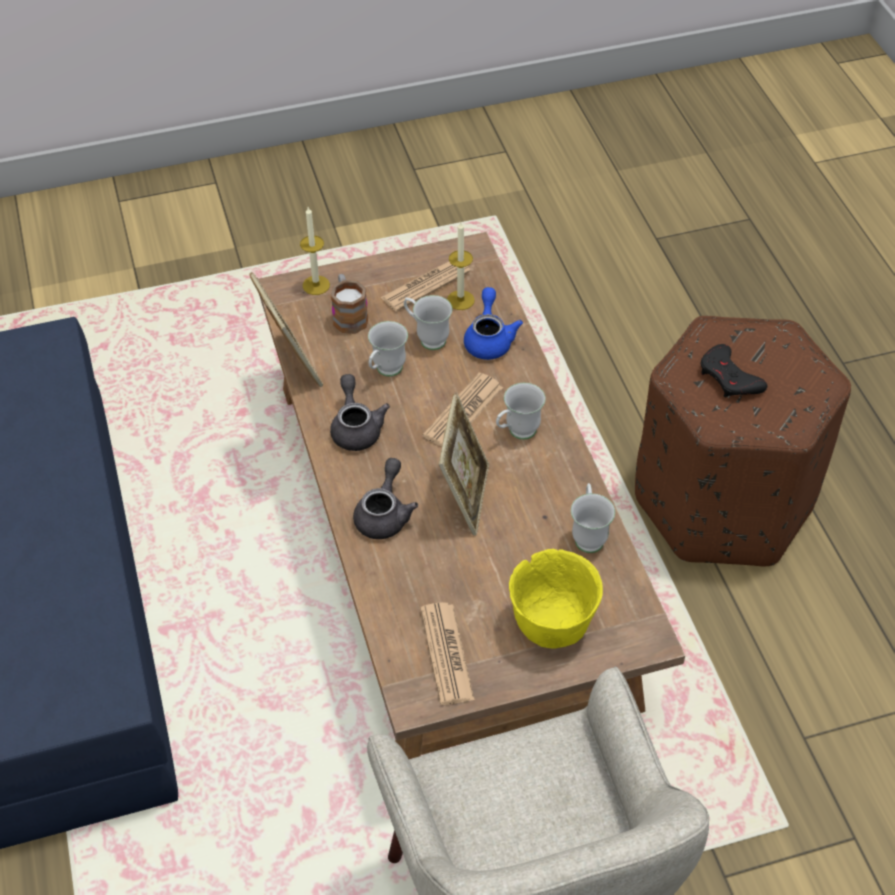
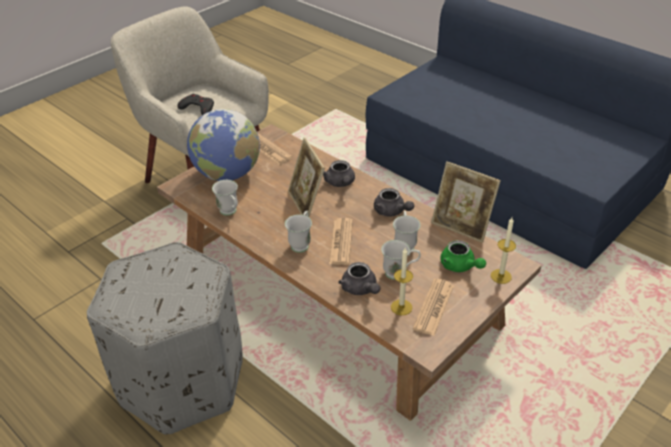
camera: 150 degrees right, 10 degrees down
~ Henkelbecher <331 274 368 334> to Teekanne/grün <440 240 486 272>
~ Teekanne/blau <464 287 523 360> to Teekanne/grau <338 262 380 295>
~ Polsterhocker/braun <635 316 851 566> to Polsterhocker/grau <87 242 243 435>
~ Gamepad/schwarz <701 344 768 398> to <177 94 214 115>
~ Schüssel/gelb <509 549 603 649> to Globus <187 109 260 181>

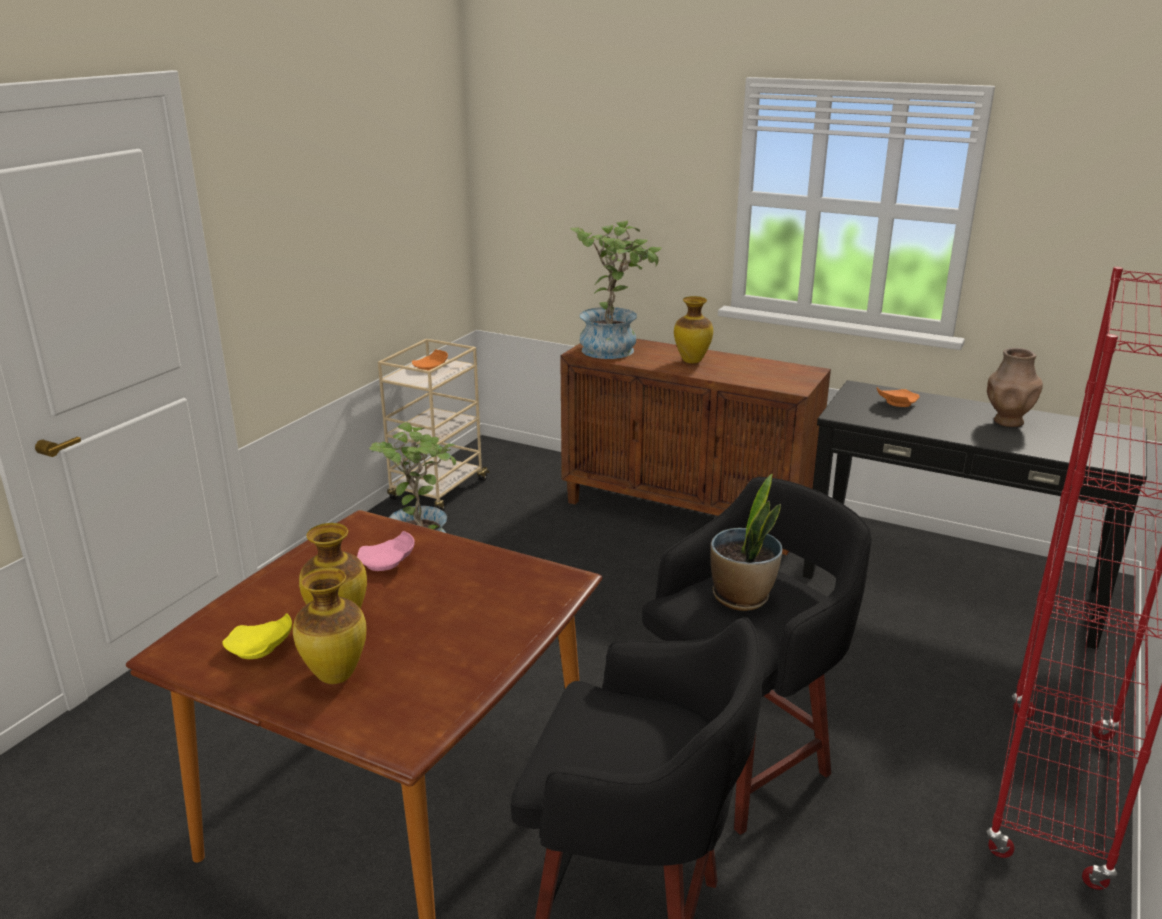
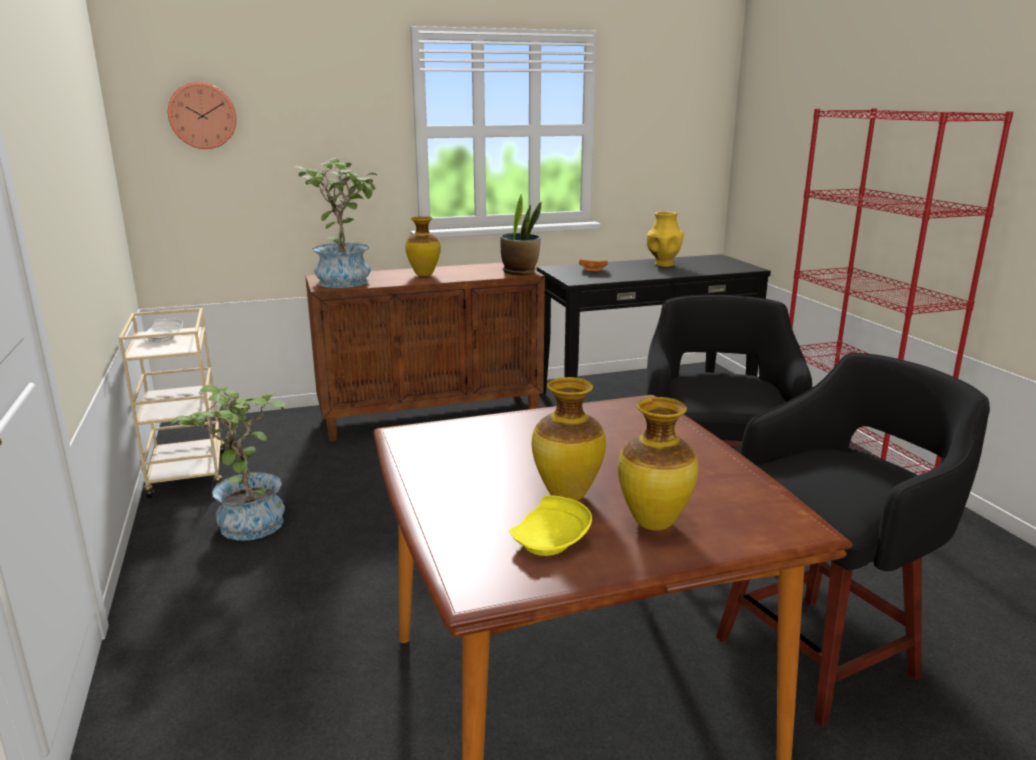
camera: 45 degrees left, 5 degrees down
~ Vase/braun <987 348 1043 427> to Vase/gelb <647 211 684 267>
~ Teller/orange <412 350 448 371> to Teller/weiß <140 319 183 343>
~ Topfpflanze <710 474 782 611> to <500 195 542 275>
- Teller/rosa <357 531 414 571>
+ Wanduhr <168 82 236 149>

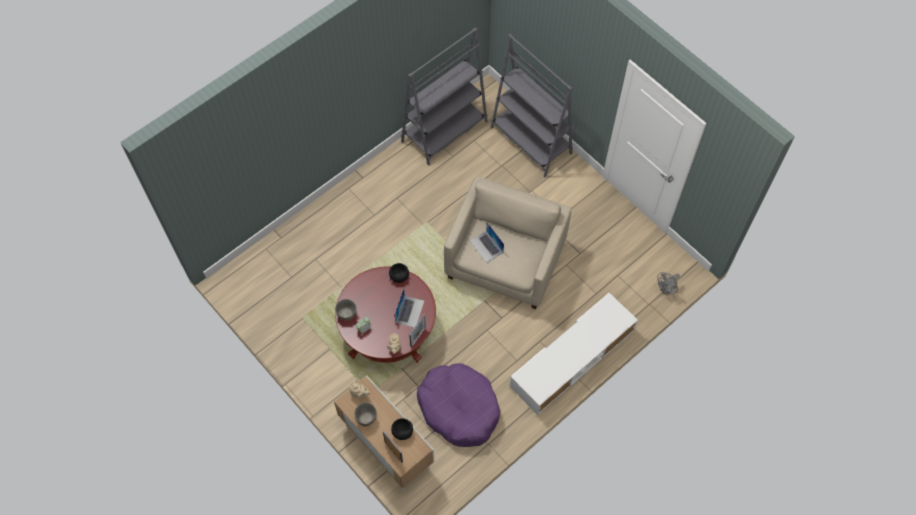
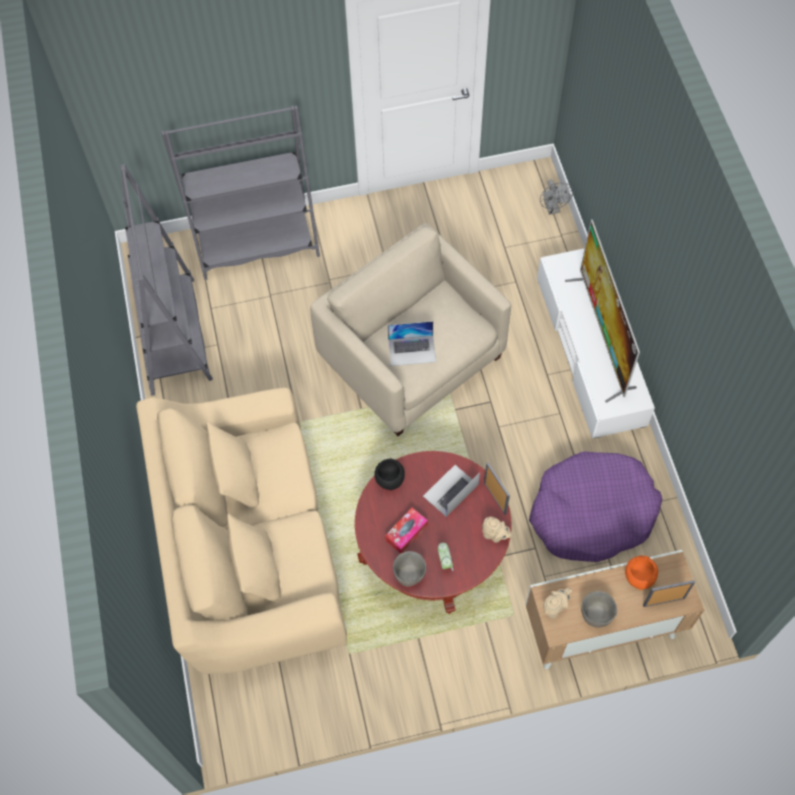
camera: 60 degrees left, 0 degrees up
~ Laptop <395 288 424 327> = <423 465 480 517> 90 degrees counterclockwise
~ Schüssel/schwarz <391 418 413 440> to Schüssel/orange <625 556 658 590>
+ Fernseher <565 219 640 403>
+ Sofa/beige <136 388 347 674>
+ Taschentuchbox <385 508 428 553>

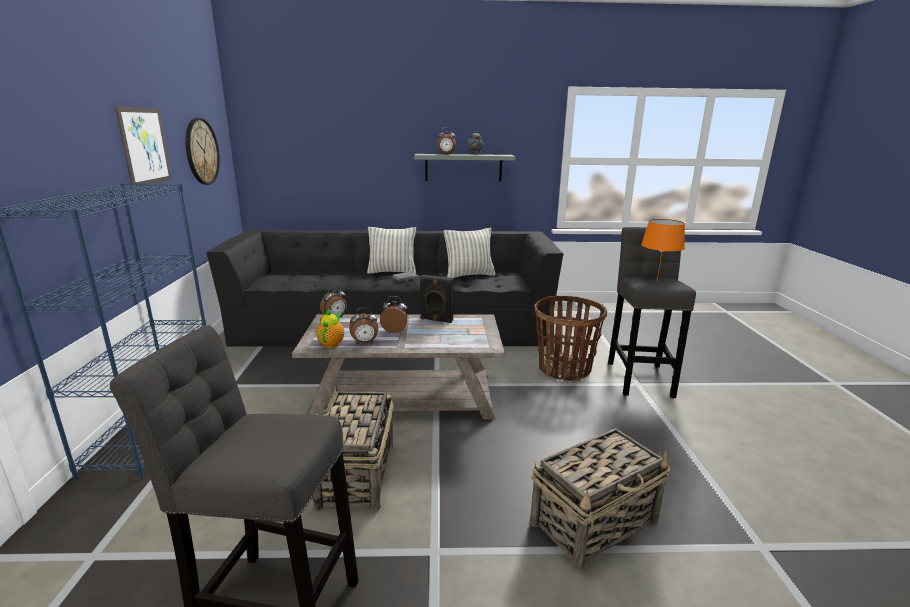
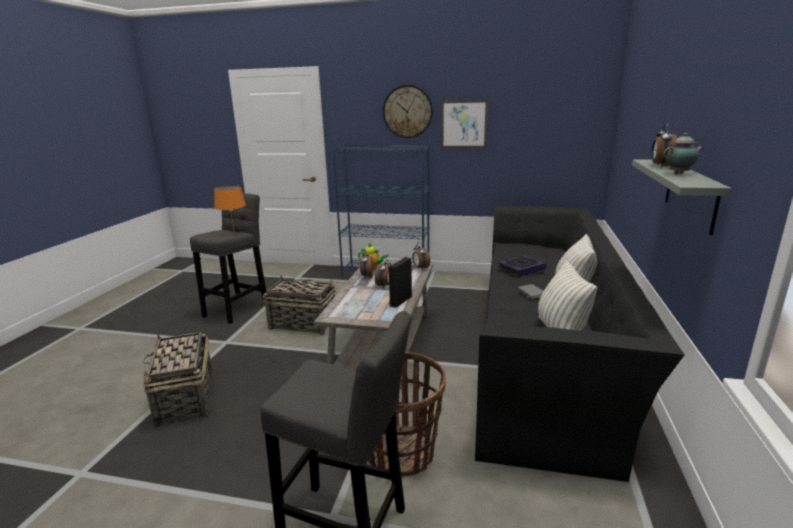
camera: 105 degrees right, 0 degrees up
~ Wanduhr <185 118 220 185> to <383 85 433 138>
~ Tischlampe/orange <641 219 685 281> to <214 185 246 229>
+ Buch <498 256 547 277>

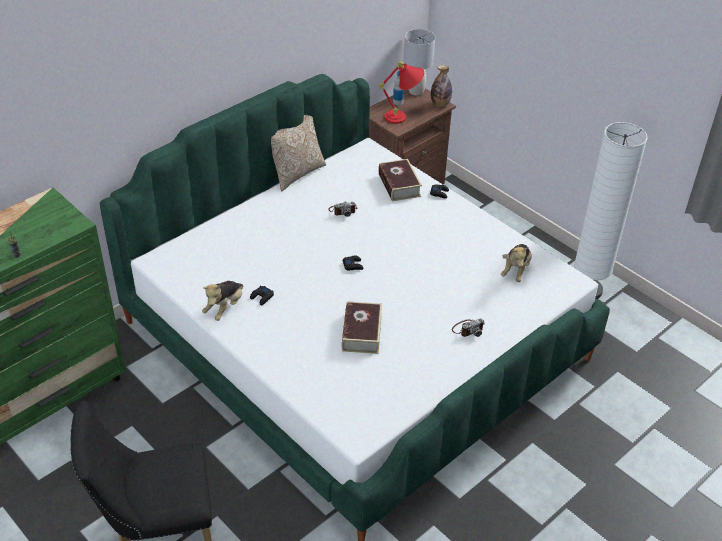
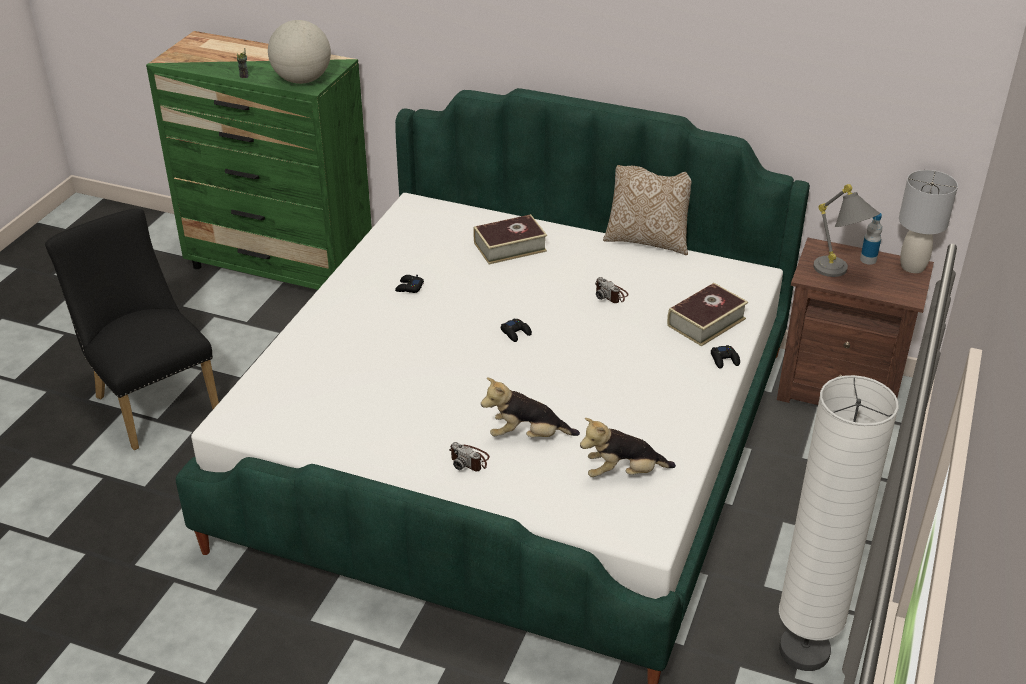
camera: 65 degrees right, 5 degrees down
~ Tischlampe/rot <379 61 424 124> to Tischlampe/grau <813 184 880 277>
- Flasche <431 65 452 107>
~ Plüschtier <202 281 243 321> to <481 378 580 437>
~ Buch <342 301 382 354> to <473 214 547 265>
+ Globus <268 20 331 84>

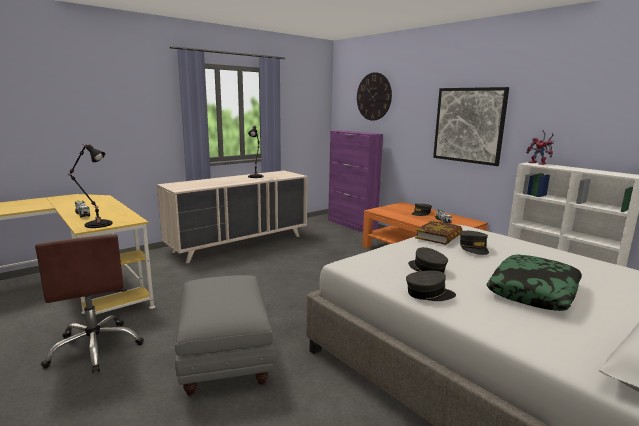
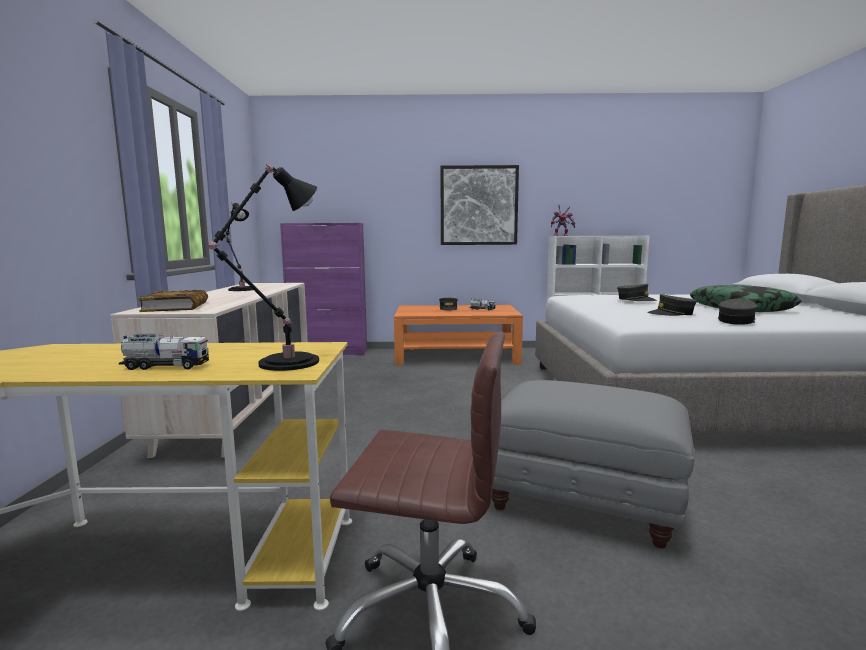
camera: 50 degrees left, 5 degrees down
- Wanduhr <357 72 392 121>
~ Buch <415 220 463 245> to <138 290 208 312>

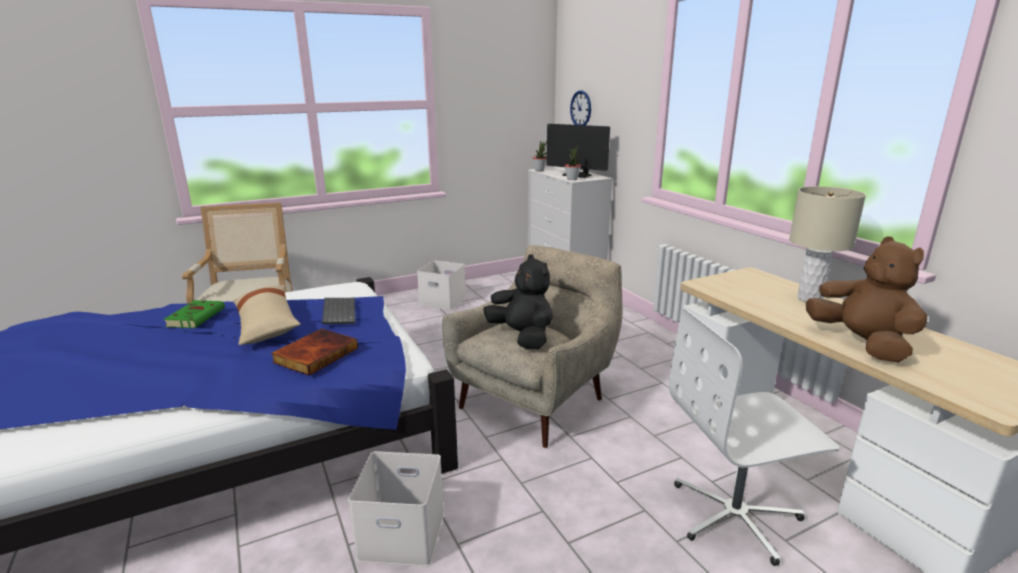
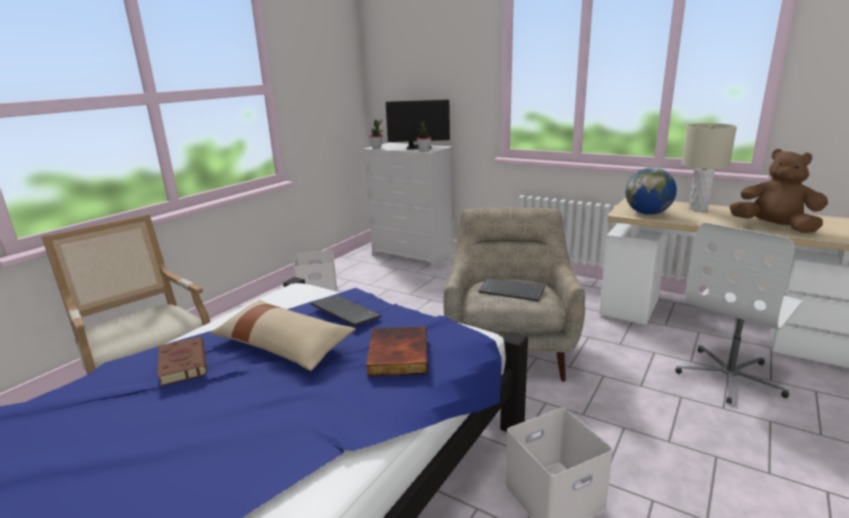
camera: 30 degrees left, 0 degrees up
- Wanduhr <570 90 591 125>
~ Plüschtier/schwarz <483 254 553 349> to Tastatur <478 278 545 302>
~ Buch/grün <163 300 225 329> to Buch/braun <157 337 207 386>
+ Globus <625 167 677 215>

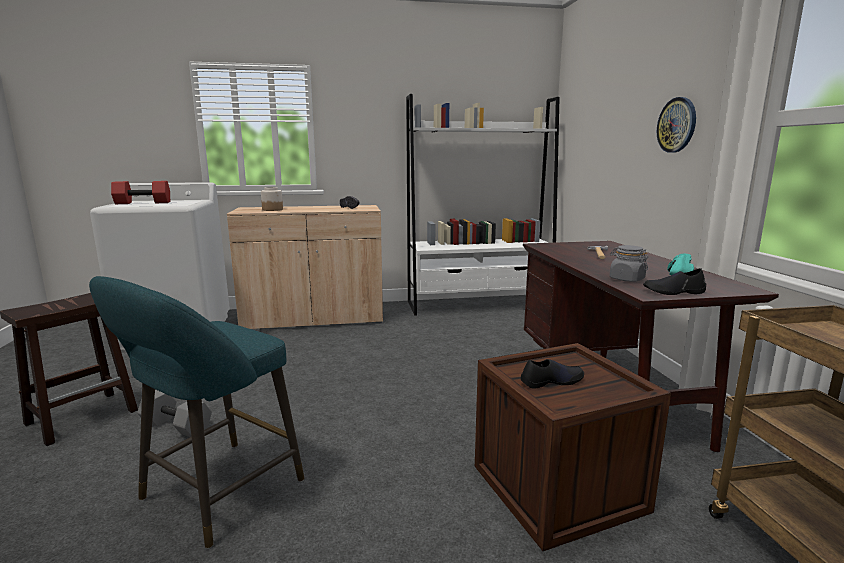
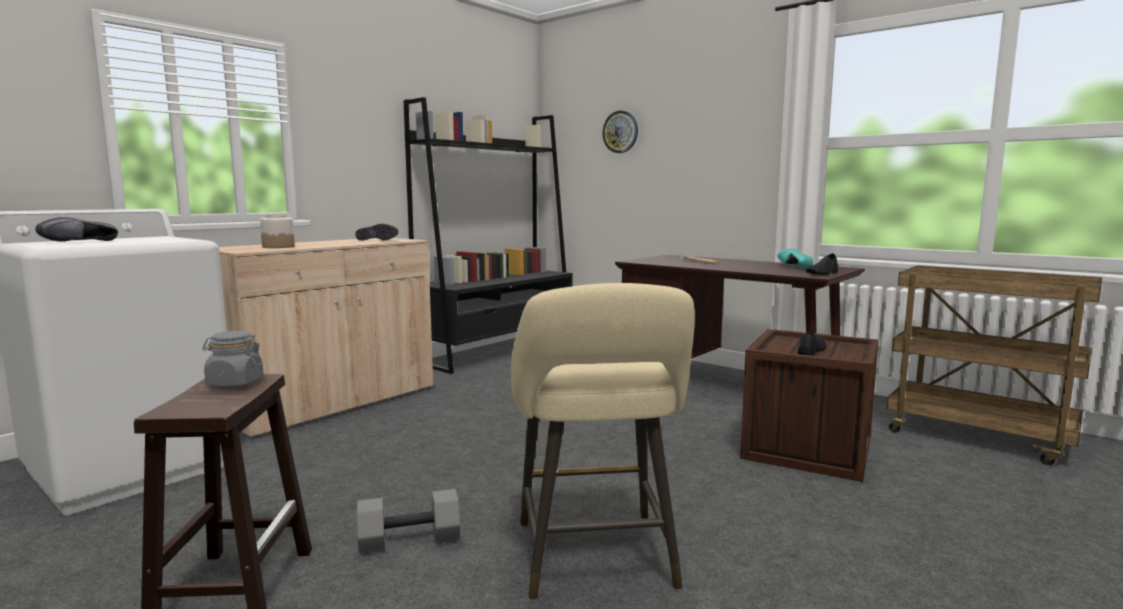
camera: 40 degrees left, 5 degrees down
~ Bücherregal/weiß <406 94 560 316> to Bücherregal/schwarz <404 97 572 374>
~ Wanduhr <657 97 696 153> to <602 111 638 153>
~ Hantel/rot <111 181 170 204> to Schuh/schwarz <35 217 118 242>
~ Vorratsglas/grau <610 245 648 282> to <202 331 264 387>
~ Hocker/türkis <89 276 304 549> to Hocker/beige <511 283 695 601>

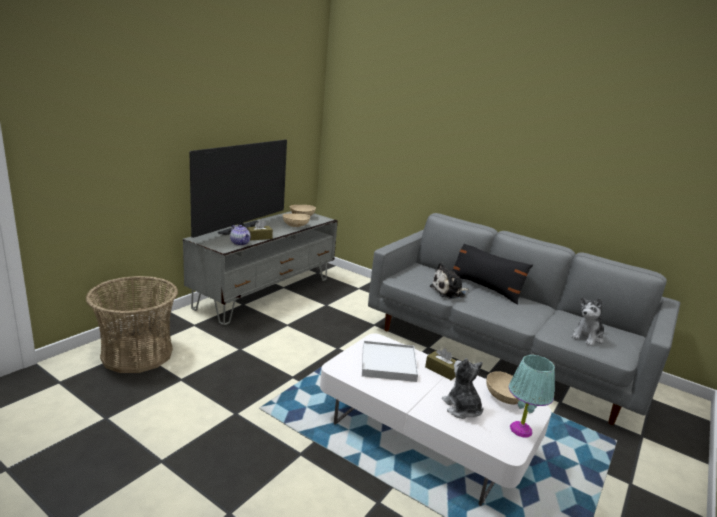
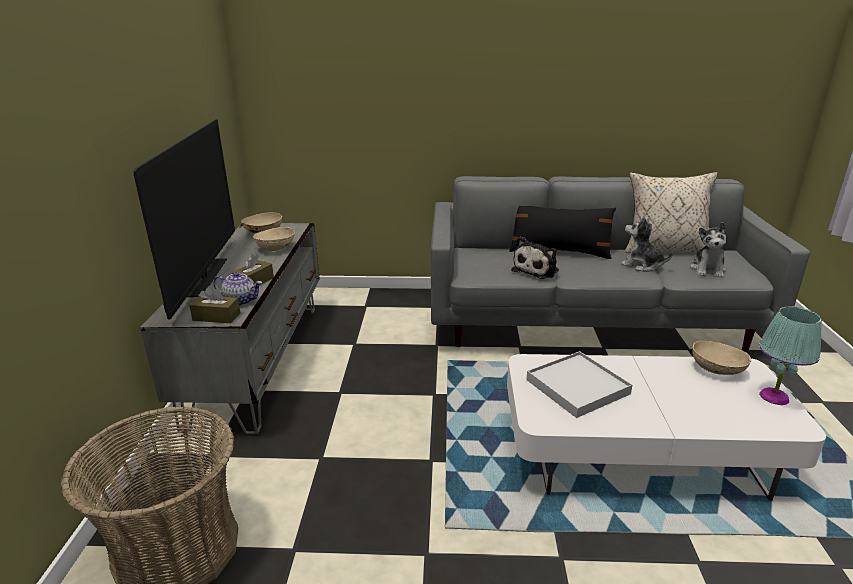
camera: 30 degrees left, 5 degrees up
~ Taschentuchbox/braun <425 348 457 380> to <189 286 240 323>
~ Plüschtier <442 358 483 419> to <621 217 673 272>
+ Kissen/beige <625 172 717 253>

